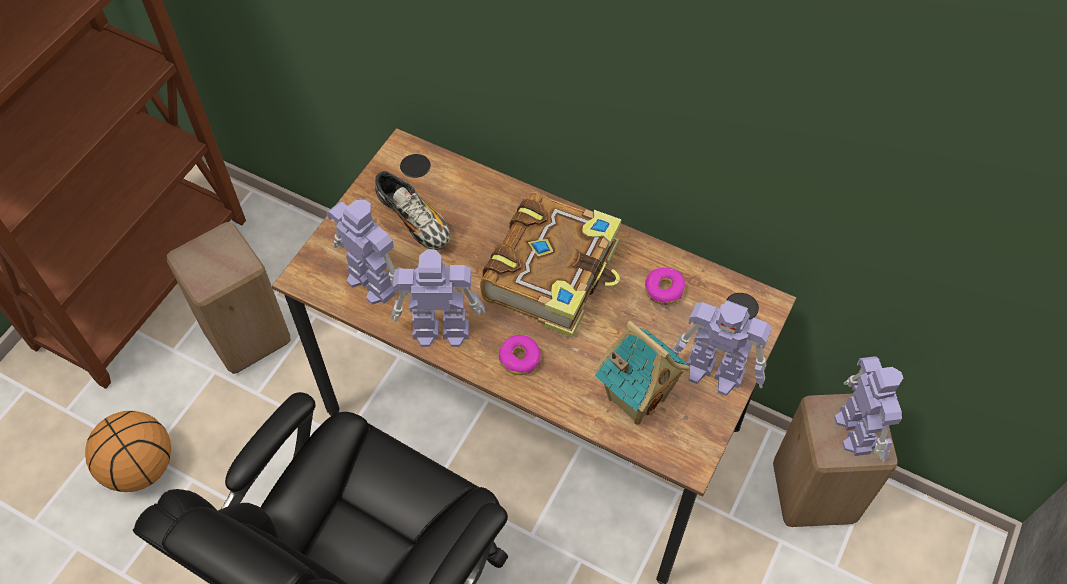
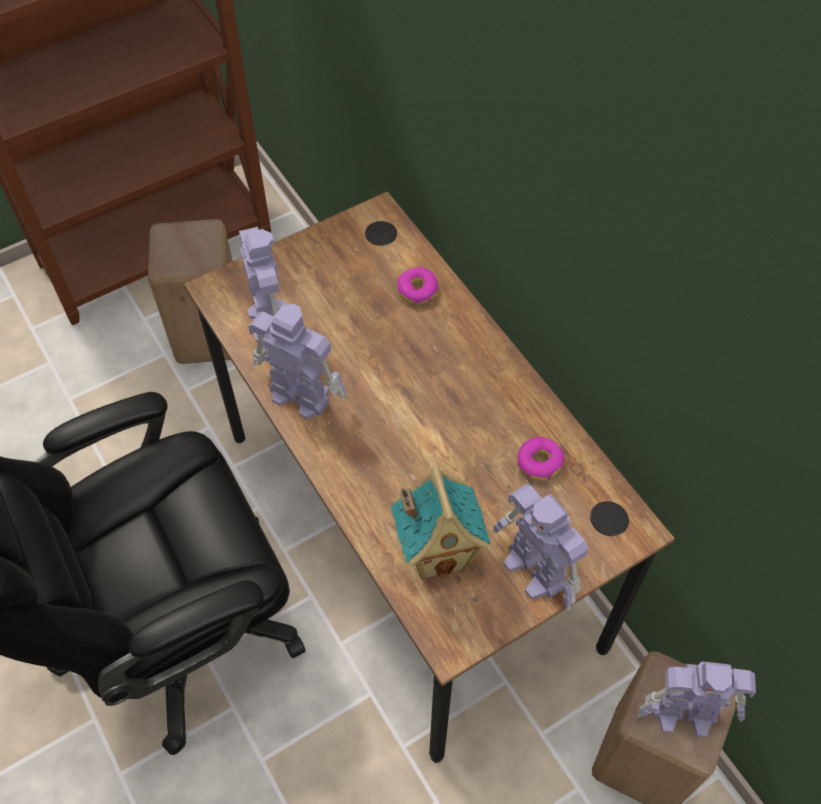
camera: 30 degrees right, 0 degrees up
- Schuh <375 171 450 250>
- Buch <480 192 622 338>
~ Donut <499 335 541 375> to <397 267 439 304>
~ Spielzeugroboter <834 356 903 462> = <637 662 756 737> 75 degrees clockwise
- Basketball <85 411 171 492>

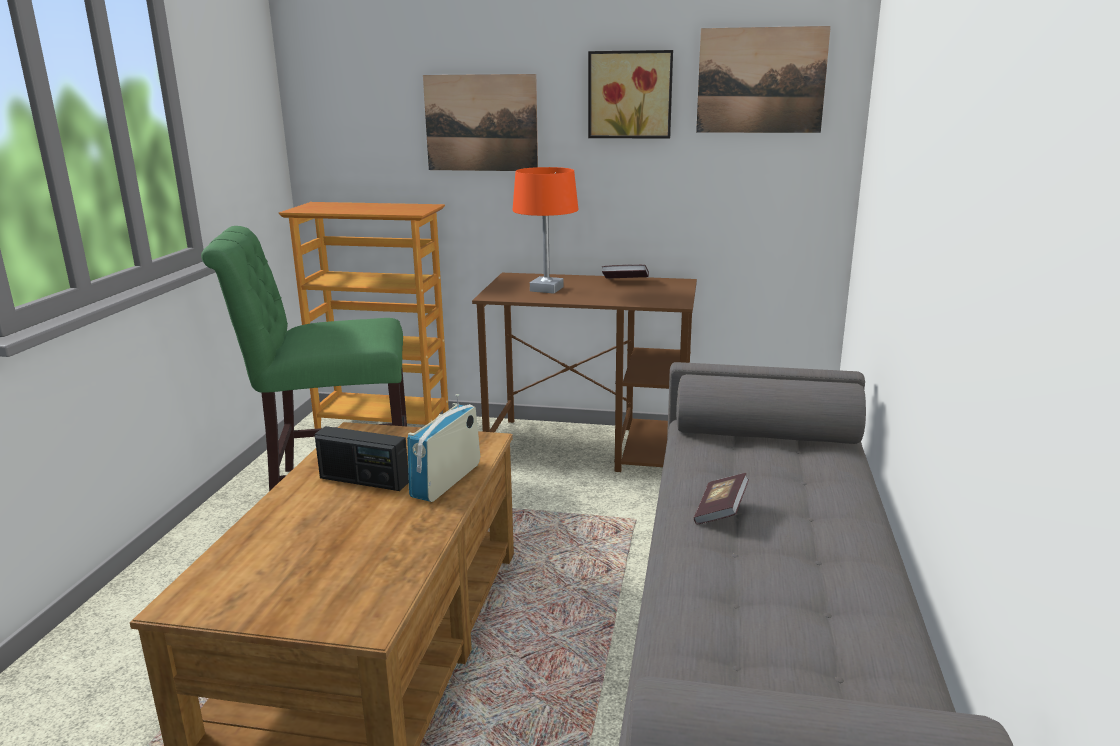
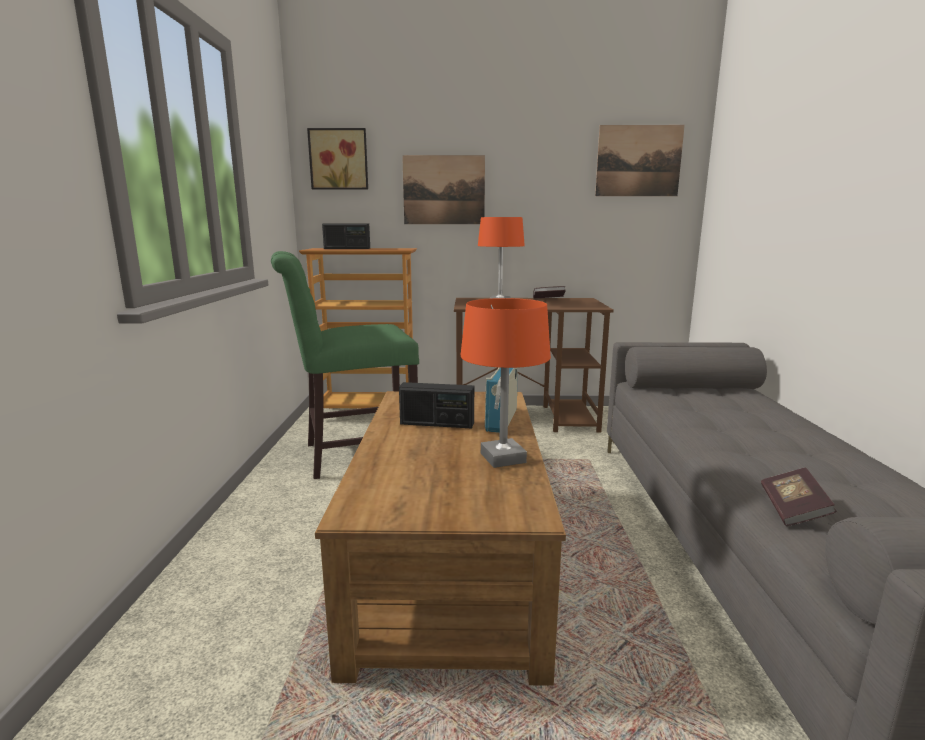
camera: 10 degrees left, 5 degrees down
~ Bild <588 50 673 139> to <307 128 368 189>
~ Buch <694 473 749 525> to <761 467 837 526>
+ Radio <322 223 370 249>
+ Tischlampe/orange <461 298 551 468>

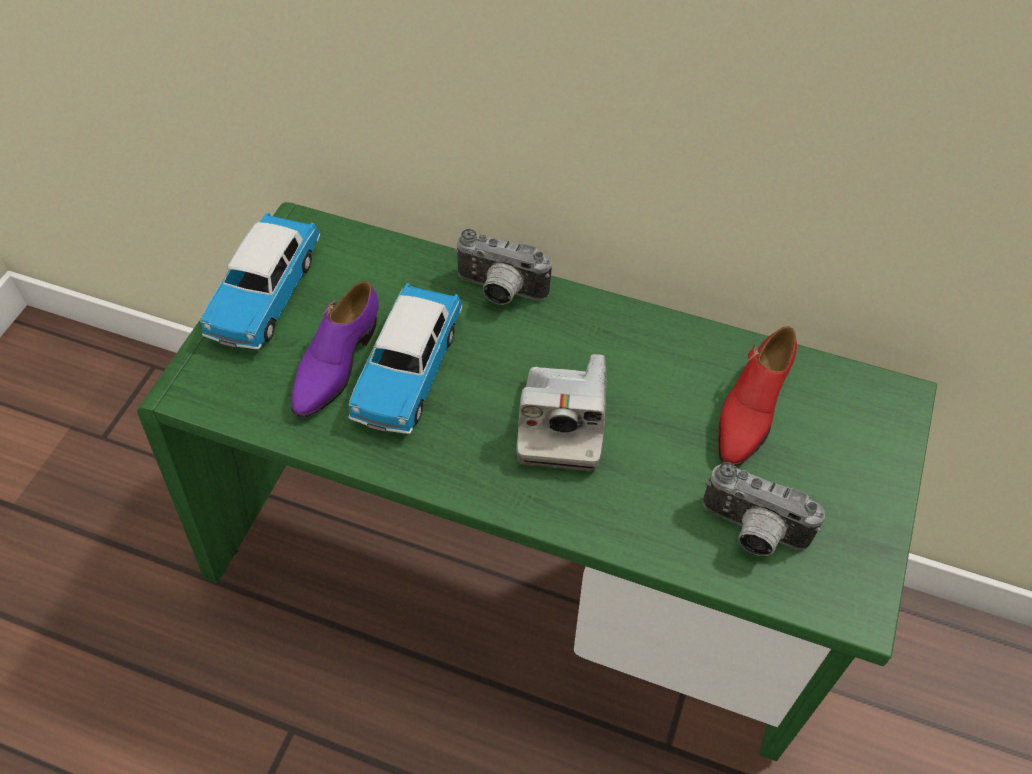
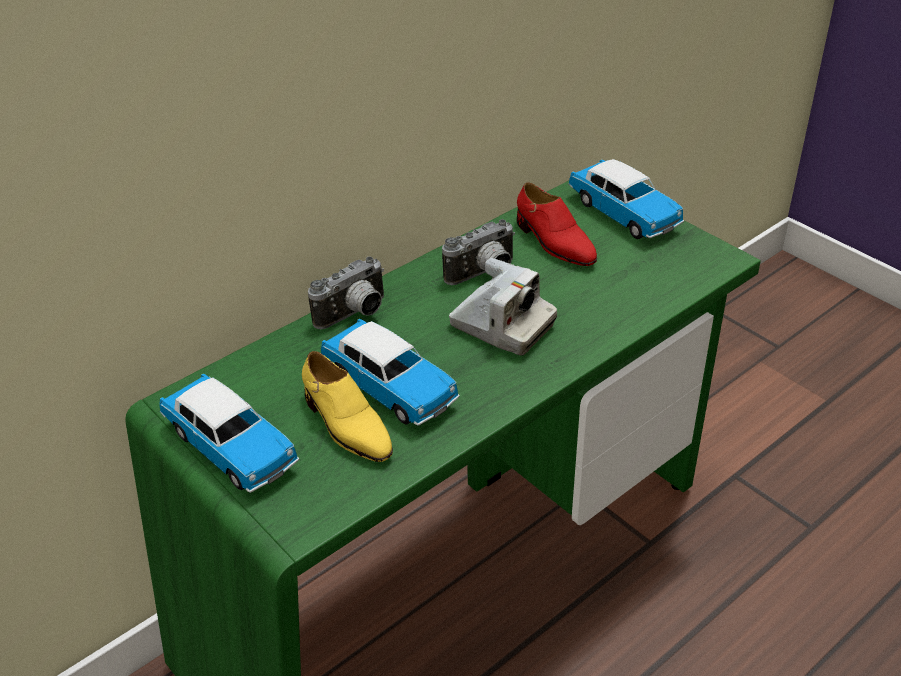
camera: 60 degrees left, 15 degrees down
~ Schuh/lila <292 281 378 417> to Schuh/gelb <302 351 393 462>
~ Kamera <703 462 825 556> to <442 219 515 285>
+ Spielzeugauto <568 159 684 239>

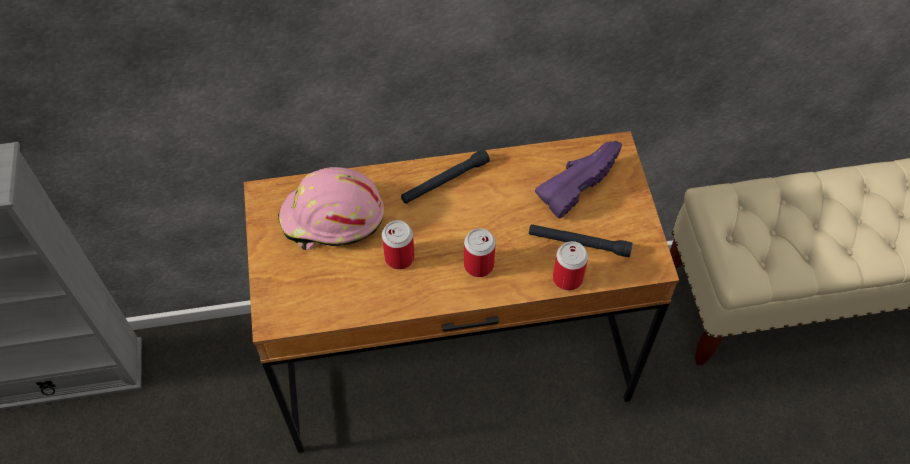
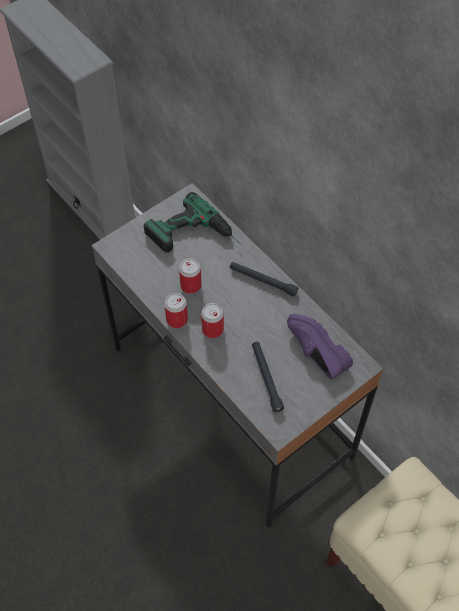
camera: 60 degrees right, 0 degrees up
~ Schreibtisch/braun <244 131 679 453> to Schreibtisch/grau <91 183 383 528>
~ Schuh/lila <535 141 622 218> = <287 314 353 379> 150 degrees counterclockwise
~ Schutzhelm/rosa <278 167 384 250> to Bohrmaschine <144 192 241 253>
~ Dose <553 241 588 291> to <164 293 188 328>

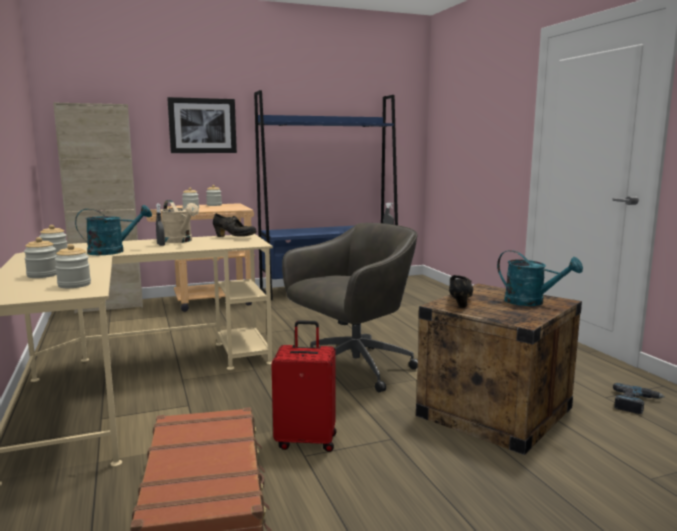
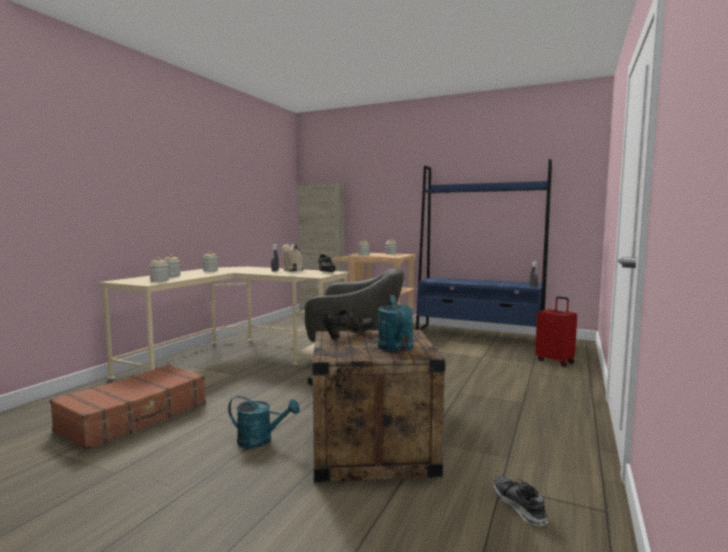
camera: 45 degrees right, 5 degrees down
- Bild <167 97 237 153>
~ Gießkanne/türkis <75 205 152 255> to <228 396 300 448>
~ Koffer/rot <271 320 336 452> to <535 296 577 367>
~ Bohrmaschine <613 383 665 414> to Schuh <493 475 548 526>

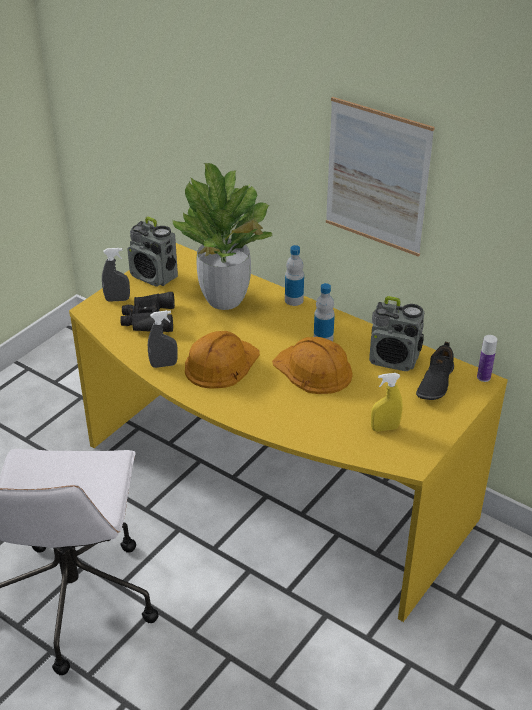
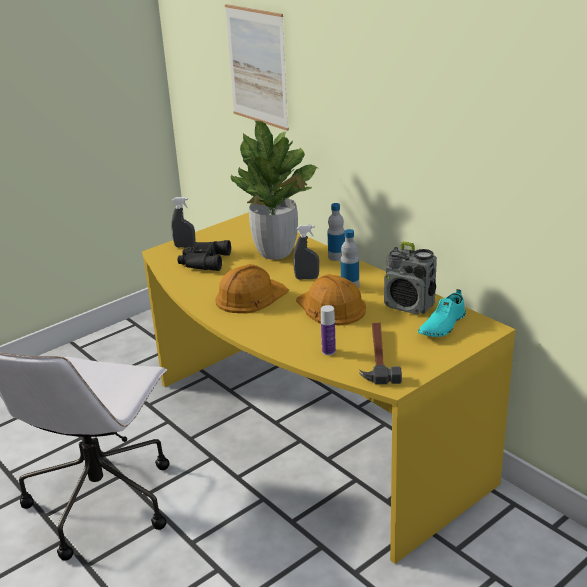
camera: 15 degrees right, 10 degrees down
~ Bild <326 97 435 257> to <225 4 289 131>
- Radio <127 217 178 287>
~ Sprühflasche/grau <148 310 177 368> to <293 225 319 279>
~ Flasche <477 335 497 382> to <321 305 336 355>
~ Schuh/schwarz <416 342 454 400> to Schuh/türkis <418 289 466 337>
~ Sprühflasche/gelb <371 373 402 432> to Hammer <359 323 402 384>

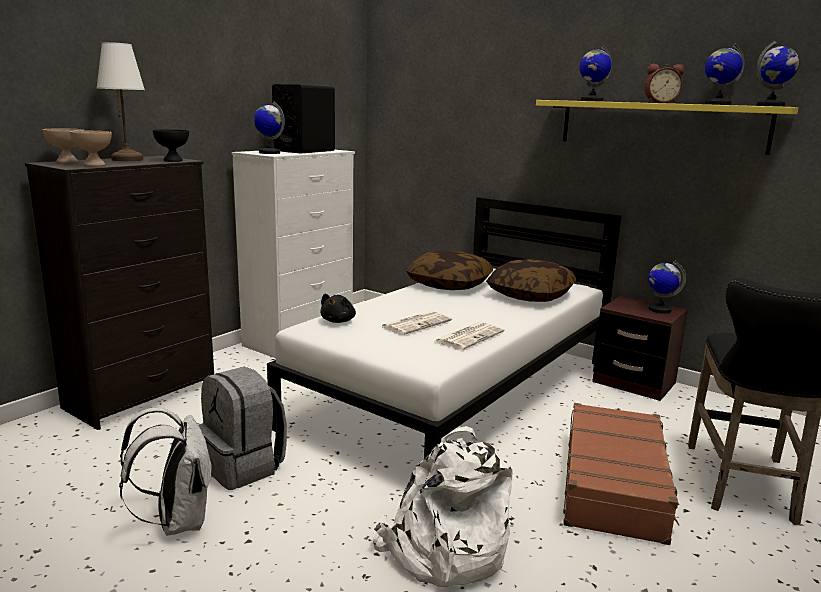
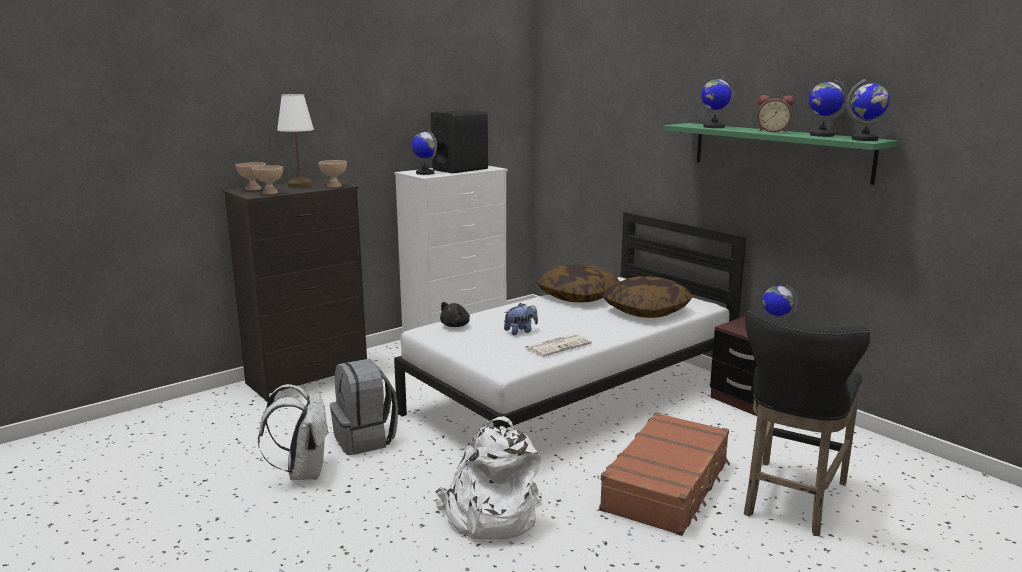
camera: 15 degrees right, 0 degrees up
~ Wandregal/gelb <536 100 798 155> to Wandregal/grün <664 123 898 185>
~ Schüssel/schwarz <153 129 189 162> to Schüssel/beige <318 160 347 188>
~ Zeitung <381 311 452 335> to Plüschtier <504 303 538 335>

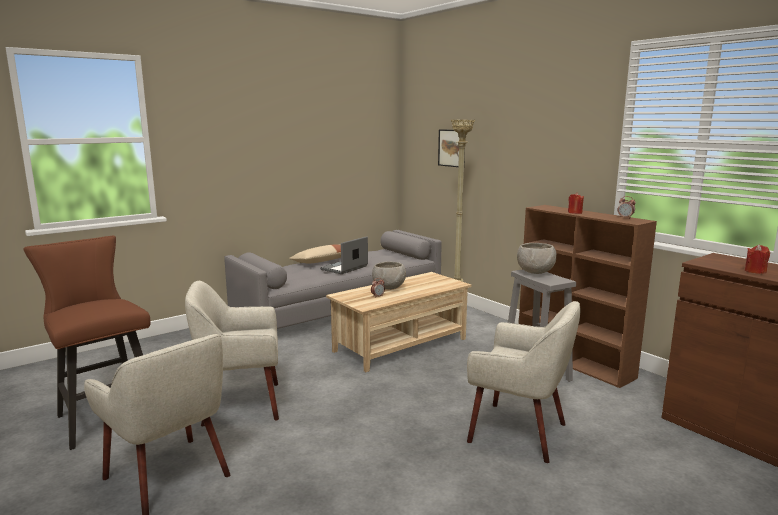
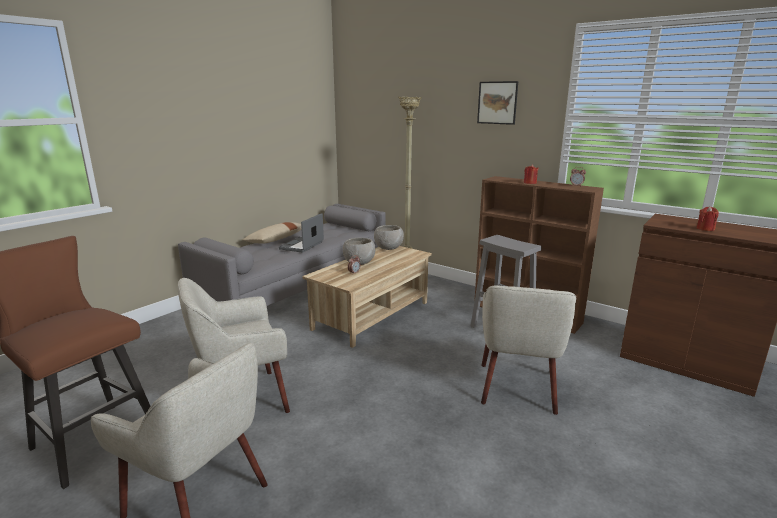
camera: 15 degrees left, 5 degrees up
~ Bild <438 129 465 167> to <477 81 518 125>
~ Schüssel/grau <517 243 557 274> to <374 225 404 250>
~ Sessel/beige <467 301 580 463> = <481 285 576 415> 90 degrees clockwise

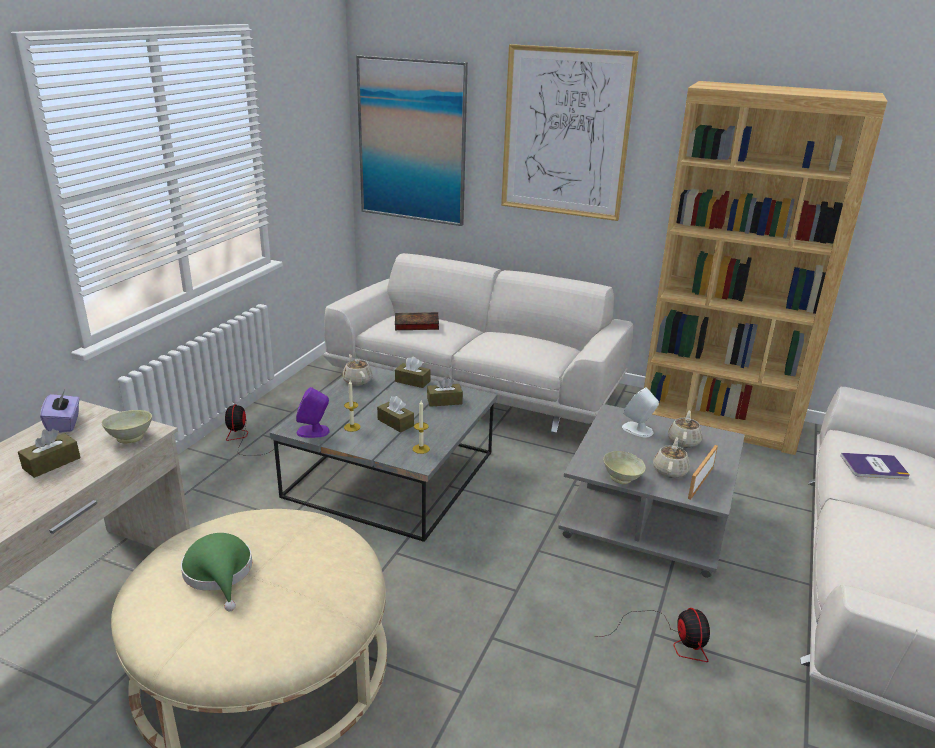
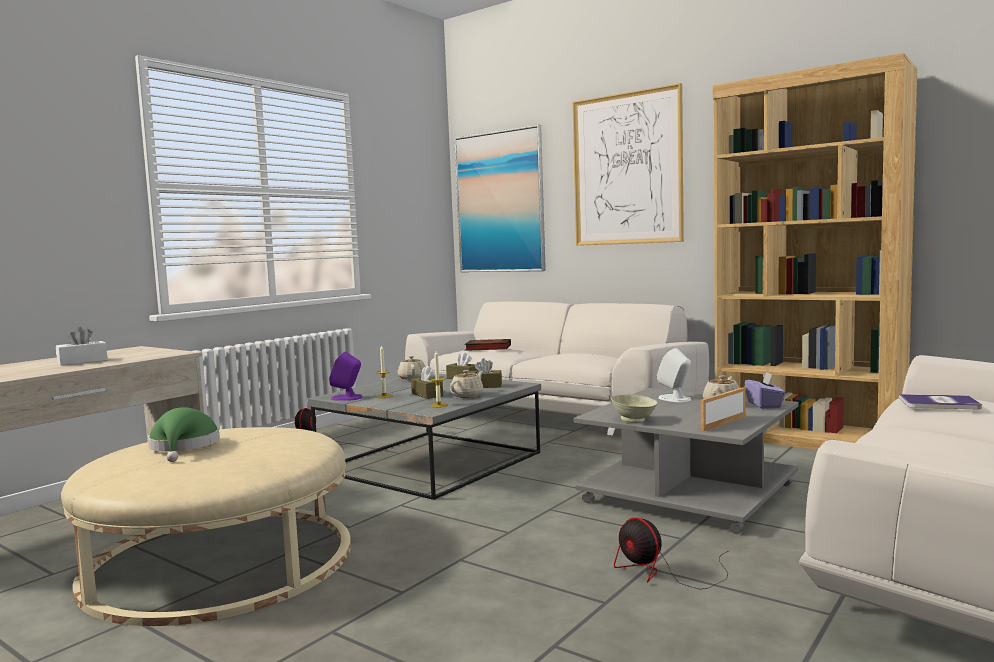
camera: 15 degrees right, 20 degrees down
~ Taschentuchbox/lila <40 390 80 433> to <745 372 785 409>
- Schüssel/beige <102 410 152 443>
~ Taschentuchbox/braun <18 429 81 478> to Taschentuchbox/weiß <56 327 108 366>
~ Teekanne/beige <653 437 690 478> to <450 370 483 398>
~ Ventilator <597 608 710 662> = <614 517 729 589> 135 degrees clockwise

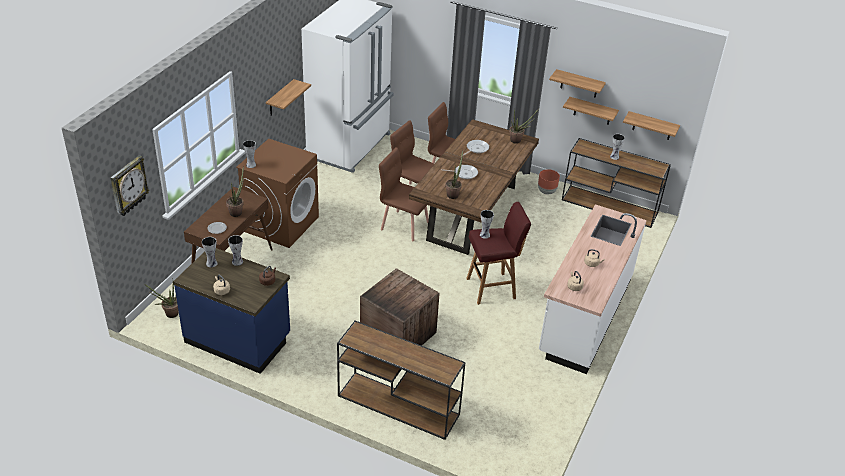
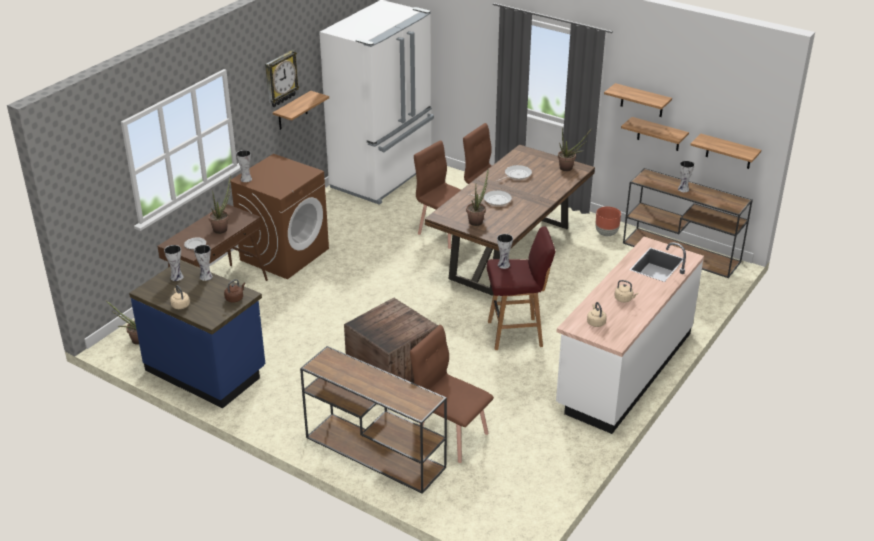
camera: 10 degrees right, 5 degrees down
~ Stuhl/braun <379 147 429 241> to <410 325 494 463>
~ Wanduhr <110 155 150 216> to <265 50 299 107>

